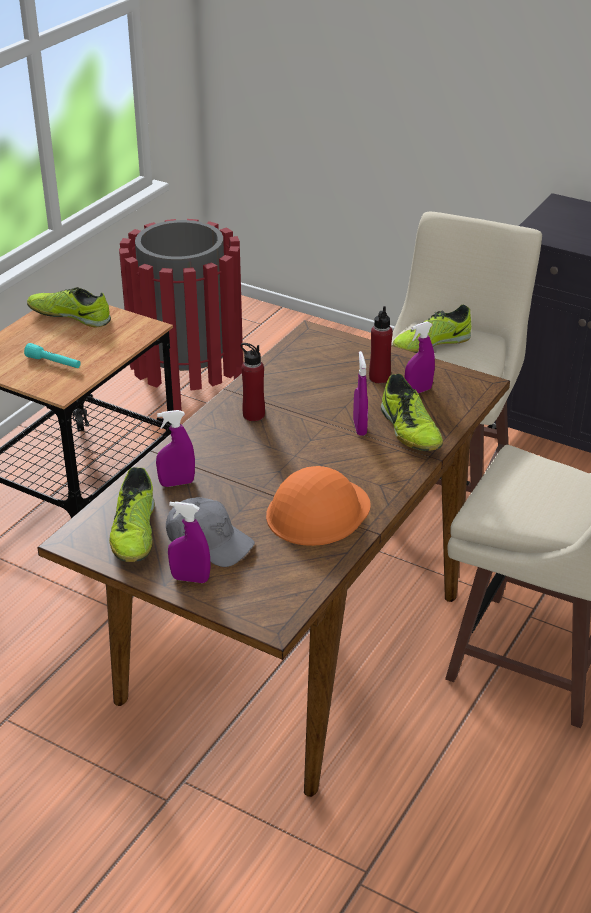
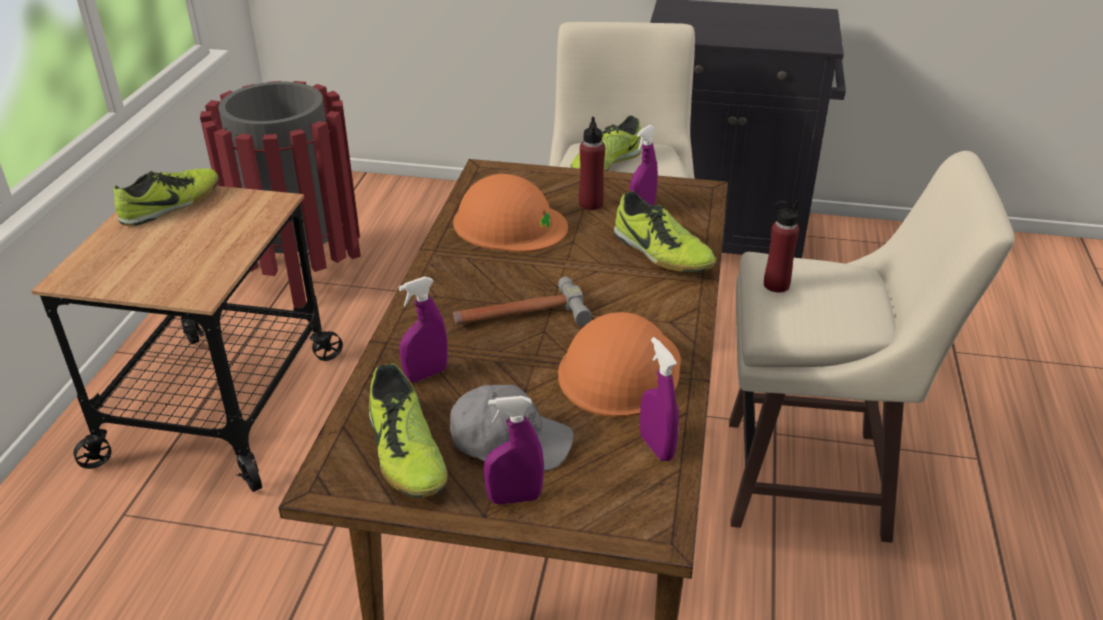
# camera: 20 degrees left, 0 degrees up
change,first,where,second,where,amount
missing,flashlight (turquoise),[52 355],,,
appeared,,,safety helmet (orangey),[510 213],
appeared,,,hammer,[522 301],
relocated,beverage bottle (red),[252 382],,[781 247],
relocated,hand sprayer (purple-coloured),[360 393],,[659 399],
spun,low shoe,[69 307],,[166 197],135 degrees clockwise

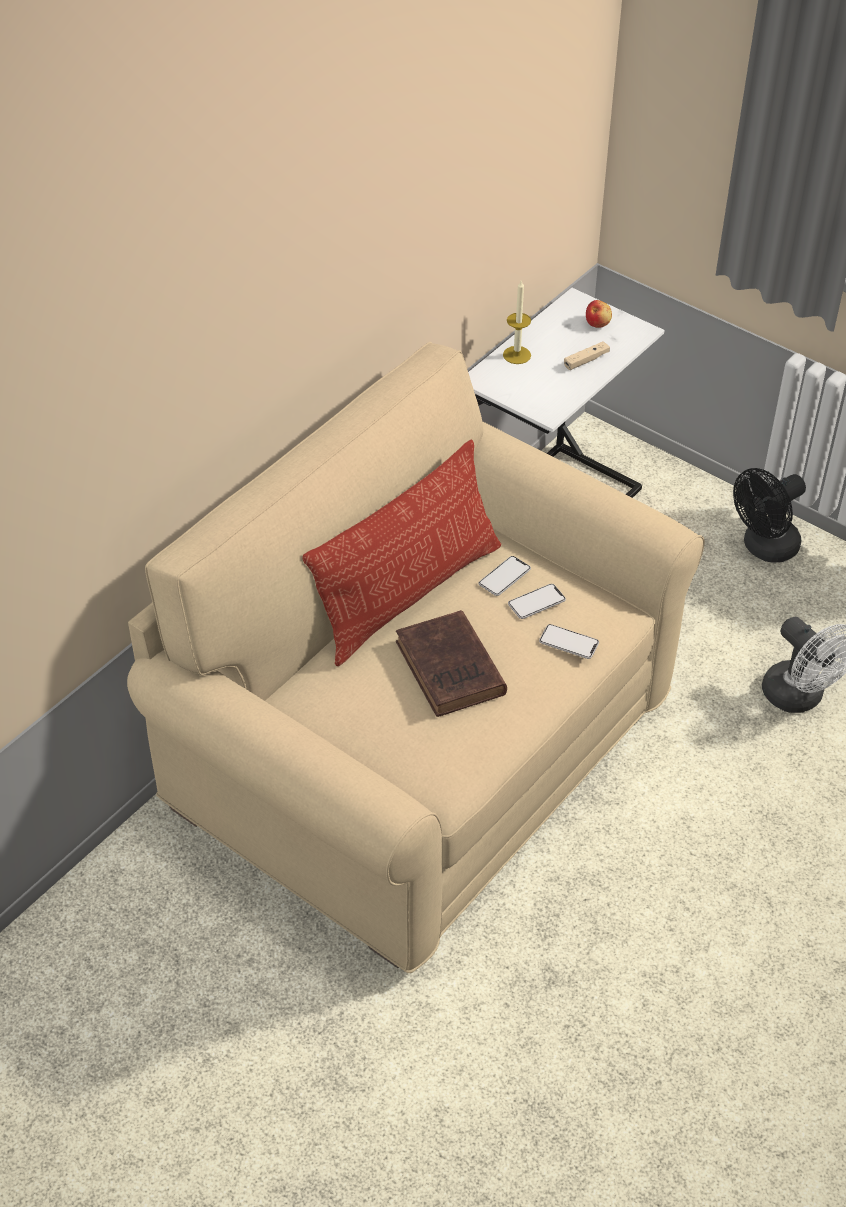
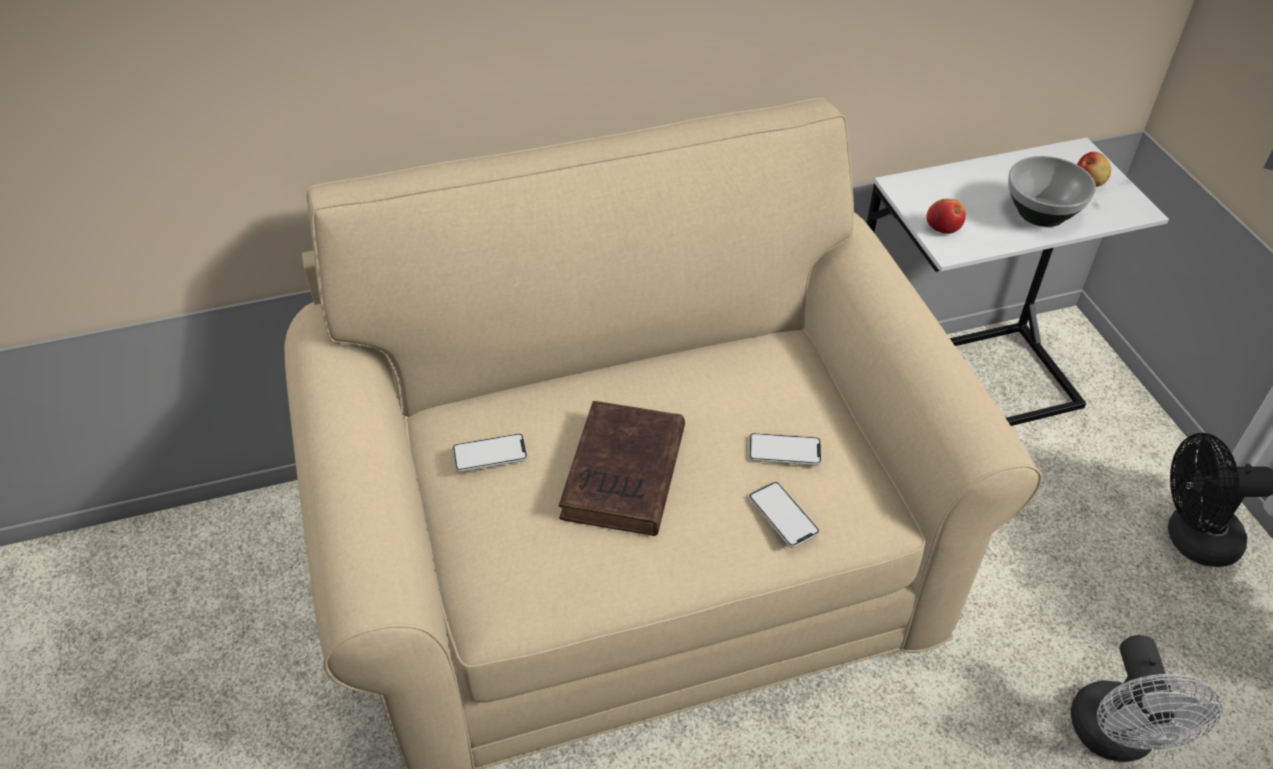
# camera: 35 degrees right, 0 degrees up
change,first,where,second,where,amount
missing,cushion,[402 552],,,
missing,wax candle,[517 321],,,
appeared,,,apple fruit,[946 216],
relocated,handset,[505 576],,[490 452],
exchanged,joypad (beige),[587 355],bowl,[1052 191],

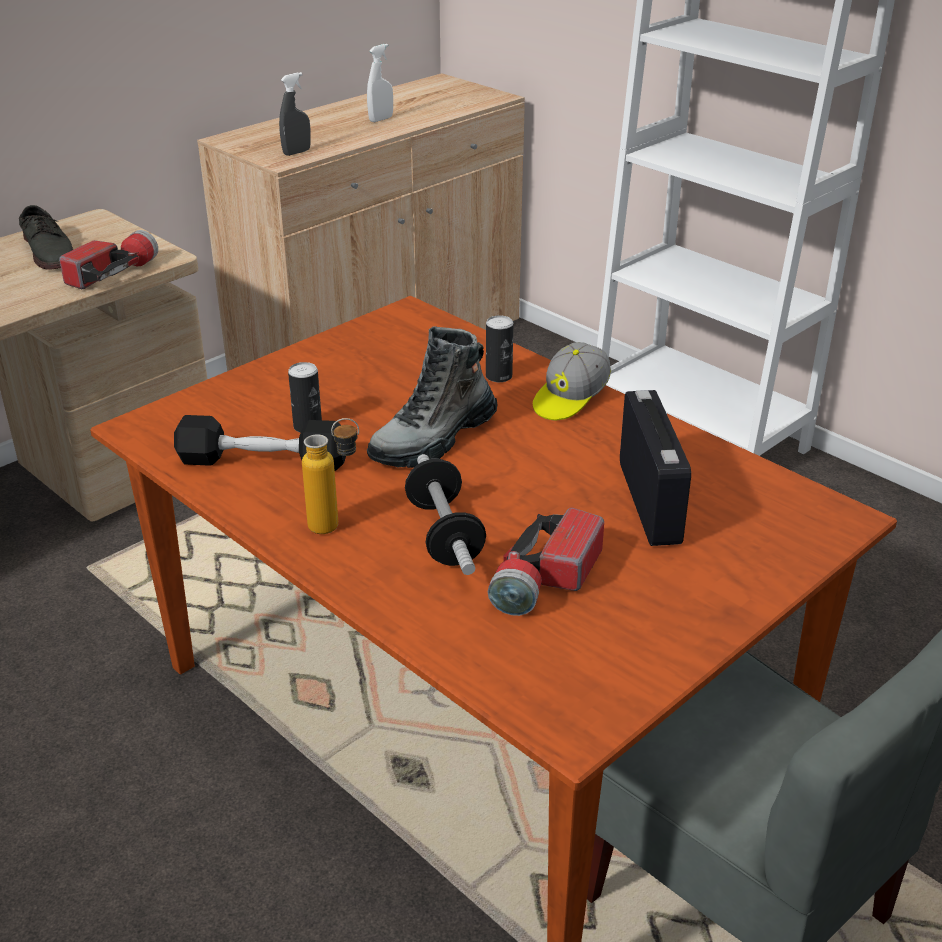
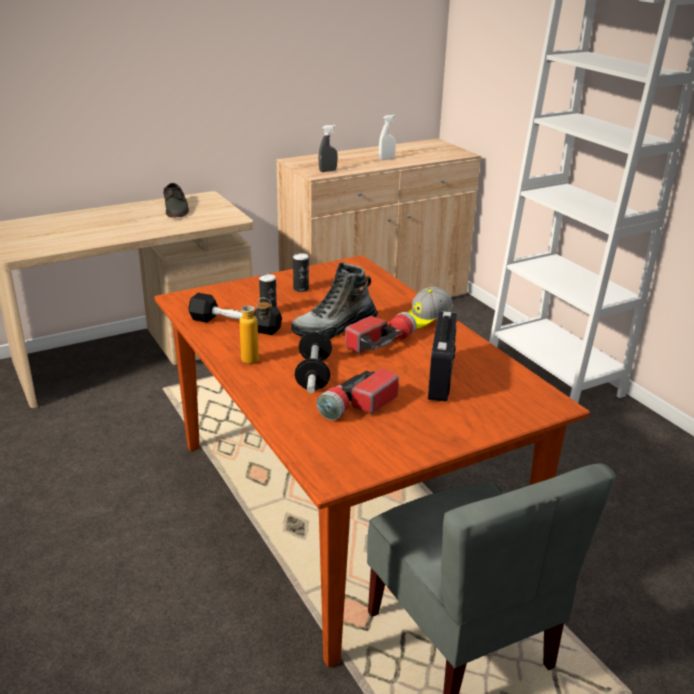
# camera: 15 degrees right, 5 degrees down
change,first,where,second,where,amount
relocated,flashlight,[108 259],,[381 333],
relocated,metal can,[499 348],,[301 272],

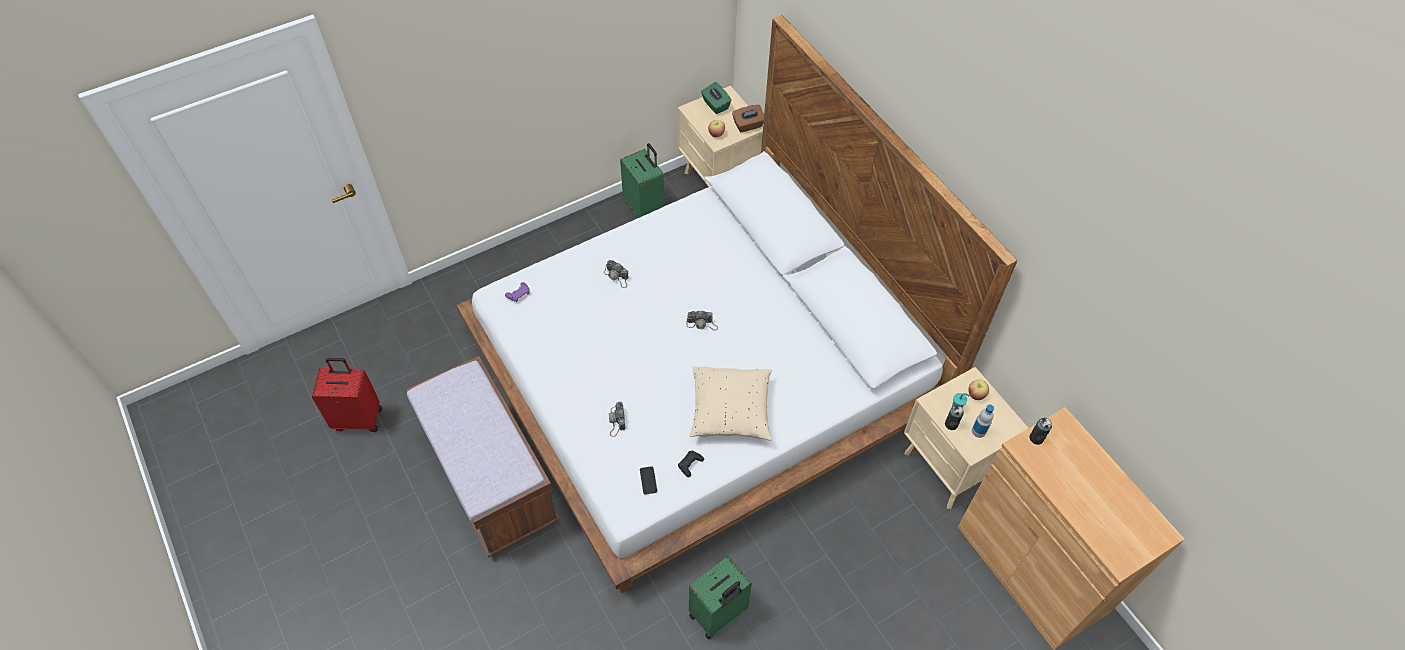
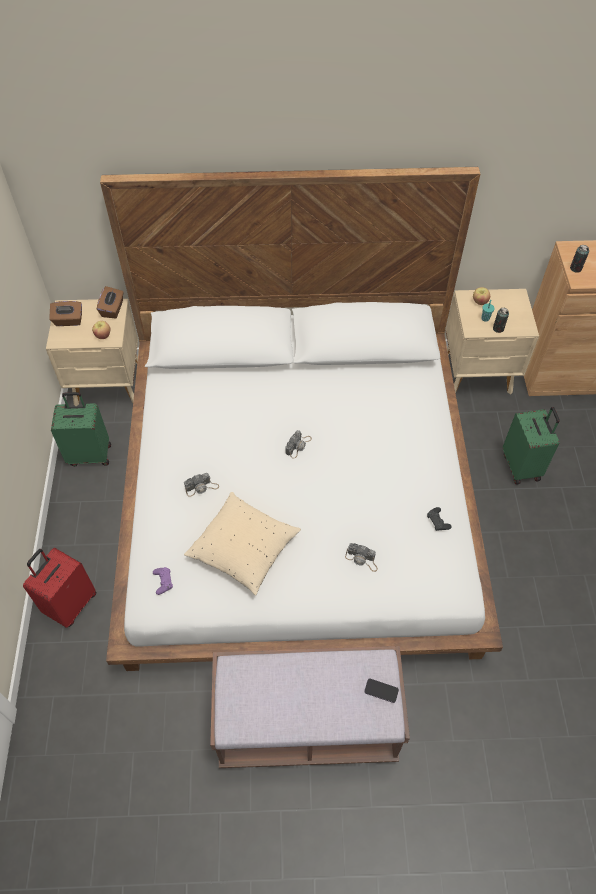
# camera: 60 degrees left, 0 degrees up
change,first,where,second,where,amount
missing,beverage bottle,[983 421],,,
relocated,piece of luggage (red),[347 395],,[59 588],
relocated,handset,[648 480],,[381 691],
relocated,cushion (beige),[730 403],,[242 544],
relocated,piece of luggage (greenish),[720 597],,[531 446],
colour,tissue holder (greenish),[716 98],tissue holder (brownish),[65 313],

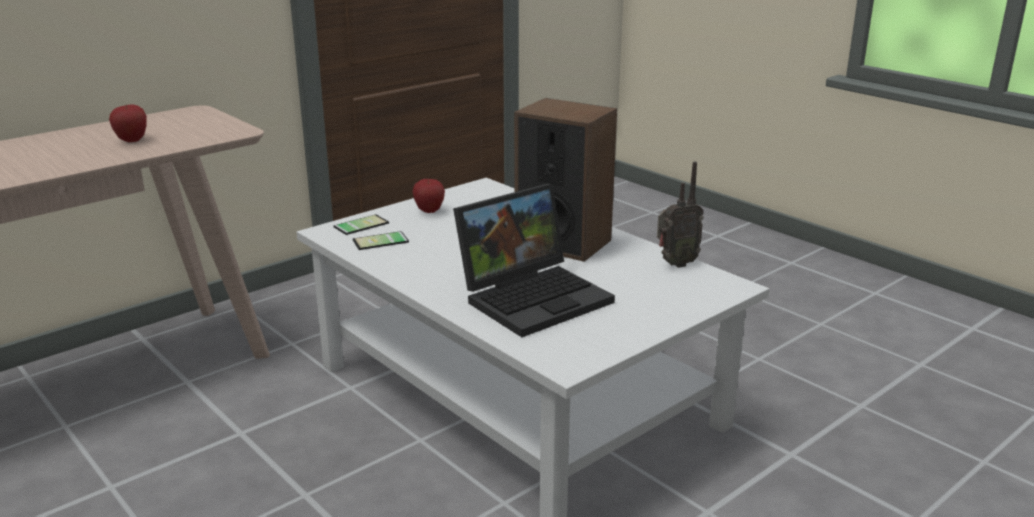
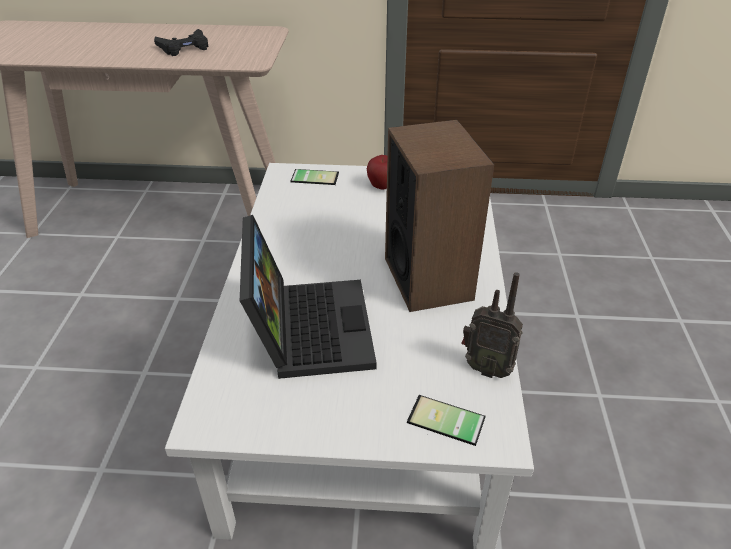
# camera: 45 degrees right, 15 degrees up
change,first,where,second,where,amount
relocated,handset,[381 240],,[446 420],
exchanged,apple fruit,[128 123],joypad (blackish),[181 42],
spun,laptop,[534 260],,[308 297],105 degrees counterclockwise

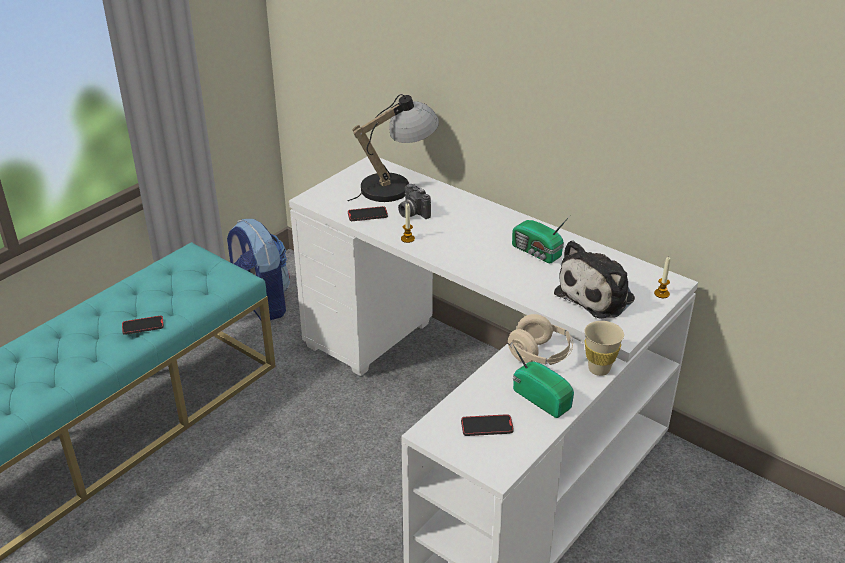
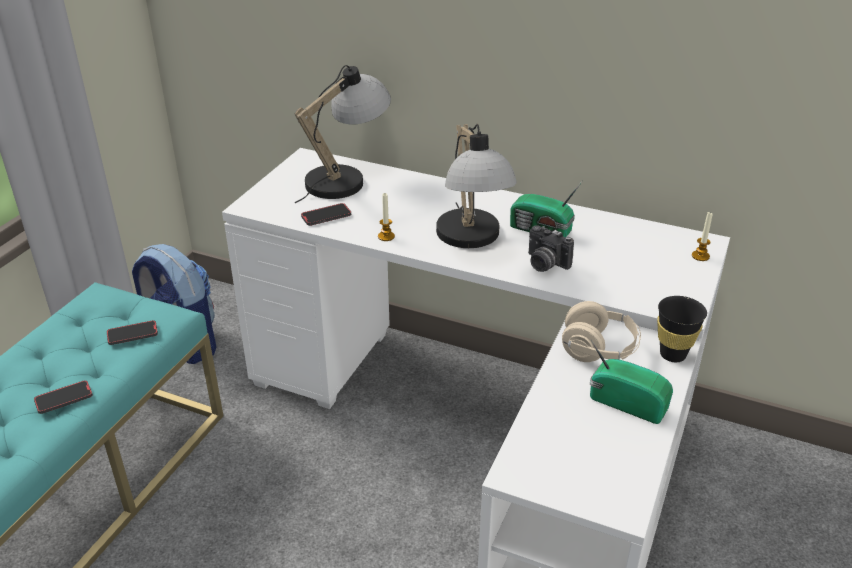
# camera: 15 degrees left, 0 degrees up
change,first,where,second,where,amount
missing,plush toy,[594 279],,,
appeared,,,lamp for a table,[476 186],
relocated,still camera,[414 201],,[551 248],
relocated,handset,[487 425],,[132 332],
colour,small cup (beige),[604 348],small cup (blackish),[682 329],

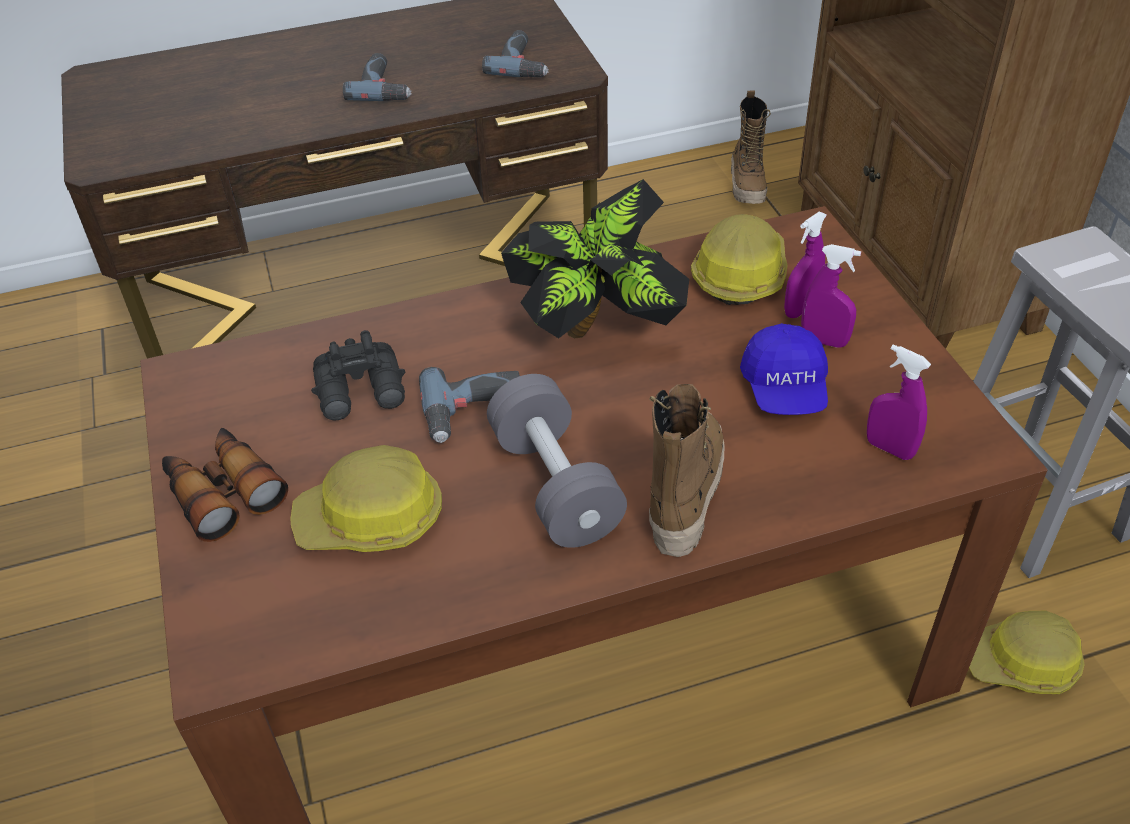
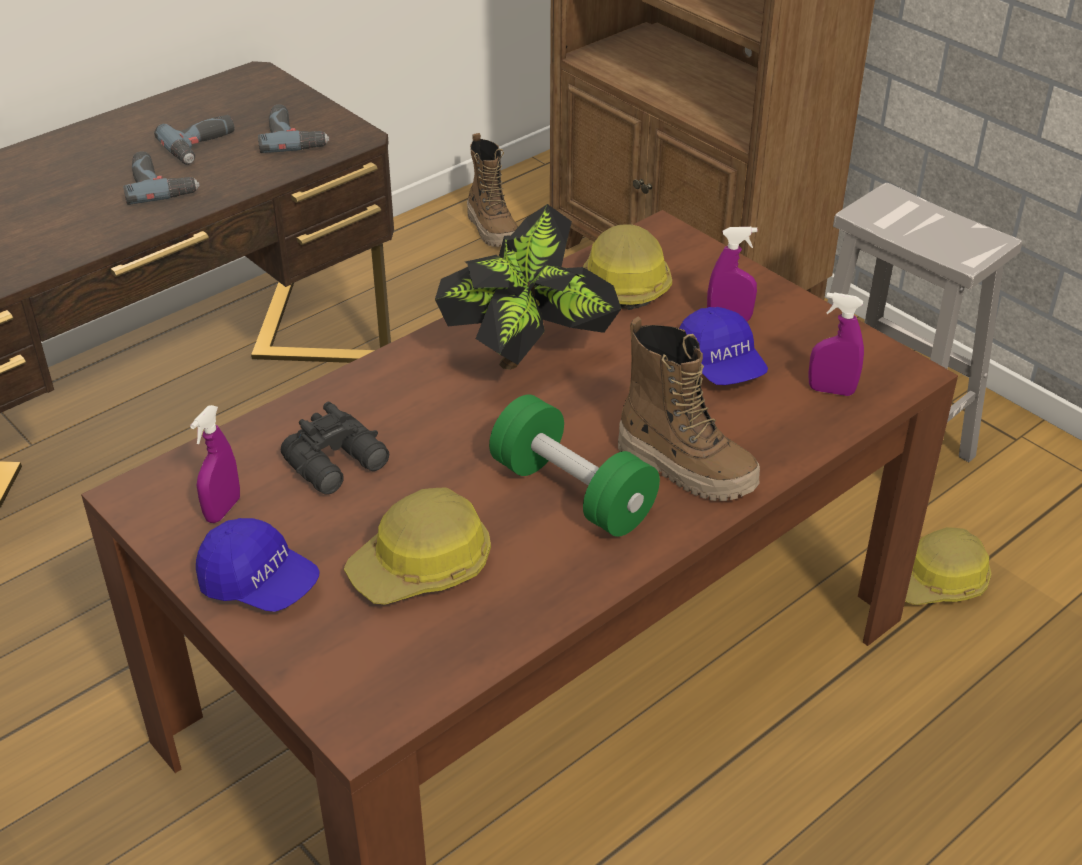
# camera: 25 degrees left, 5 degrees down
change,first,where,second,where,amount
relocated,power drill,[469 405],,[194 140],
relocated,hand sprayer (purple-coloured),[805 265],,[215 464],
exchanged,binoculars,[225 485],peaked cap (bluish),[258 565],
colour,hand weight (greyish),[557 461],hand weight (greenish),[574 465],
spun,tall boot,[686 470],,[689 409],135 degrees clockwise

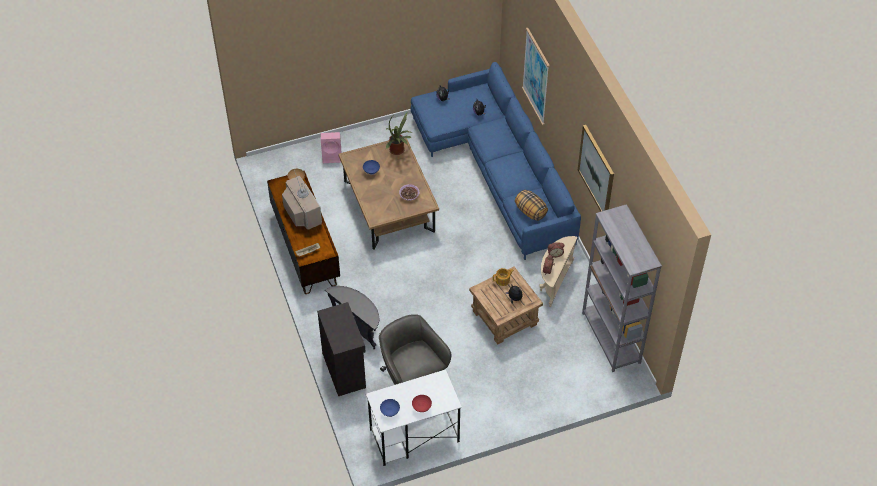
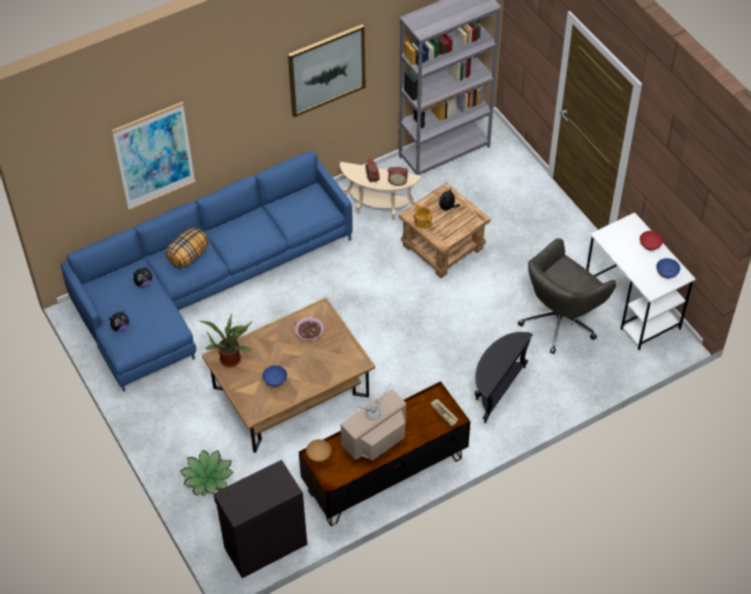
# camera: 100 degrees left, 0 degrees up
change,first,where,second,where,amount
relocated,storage cabinet (blackish),[341 349],,[260 519],
relocated,cushion,[531 205],,[187 247],
exchanged,loudspeaker (pink-coloured),[331 147],houseplant,[207 473],

